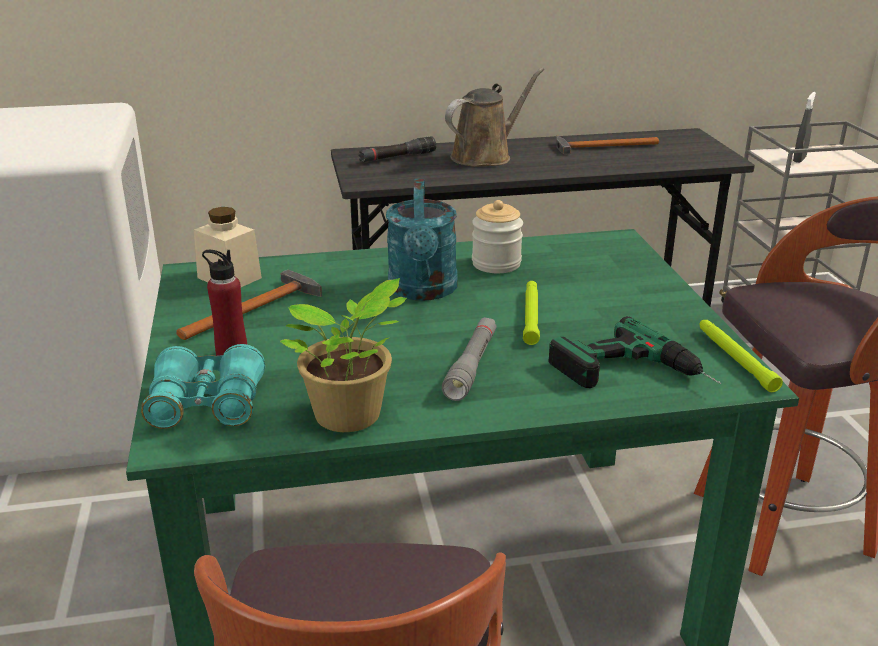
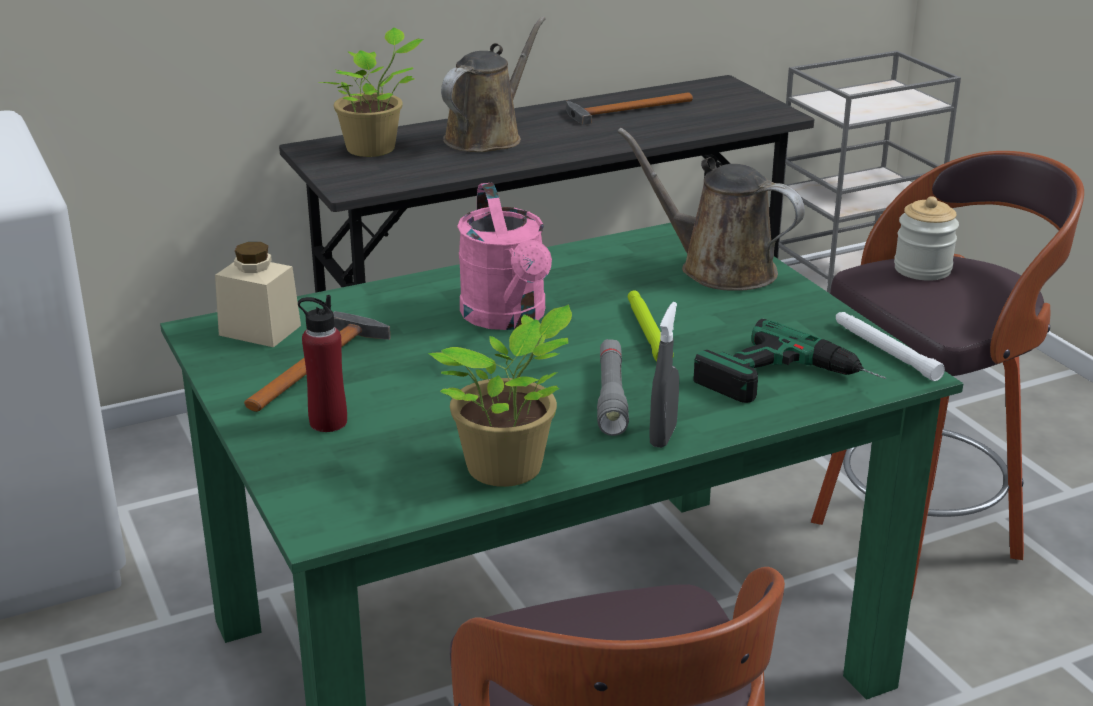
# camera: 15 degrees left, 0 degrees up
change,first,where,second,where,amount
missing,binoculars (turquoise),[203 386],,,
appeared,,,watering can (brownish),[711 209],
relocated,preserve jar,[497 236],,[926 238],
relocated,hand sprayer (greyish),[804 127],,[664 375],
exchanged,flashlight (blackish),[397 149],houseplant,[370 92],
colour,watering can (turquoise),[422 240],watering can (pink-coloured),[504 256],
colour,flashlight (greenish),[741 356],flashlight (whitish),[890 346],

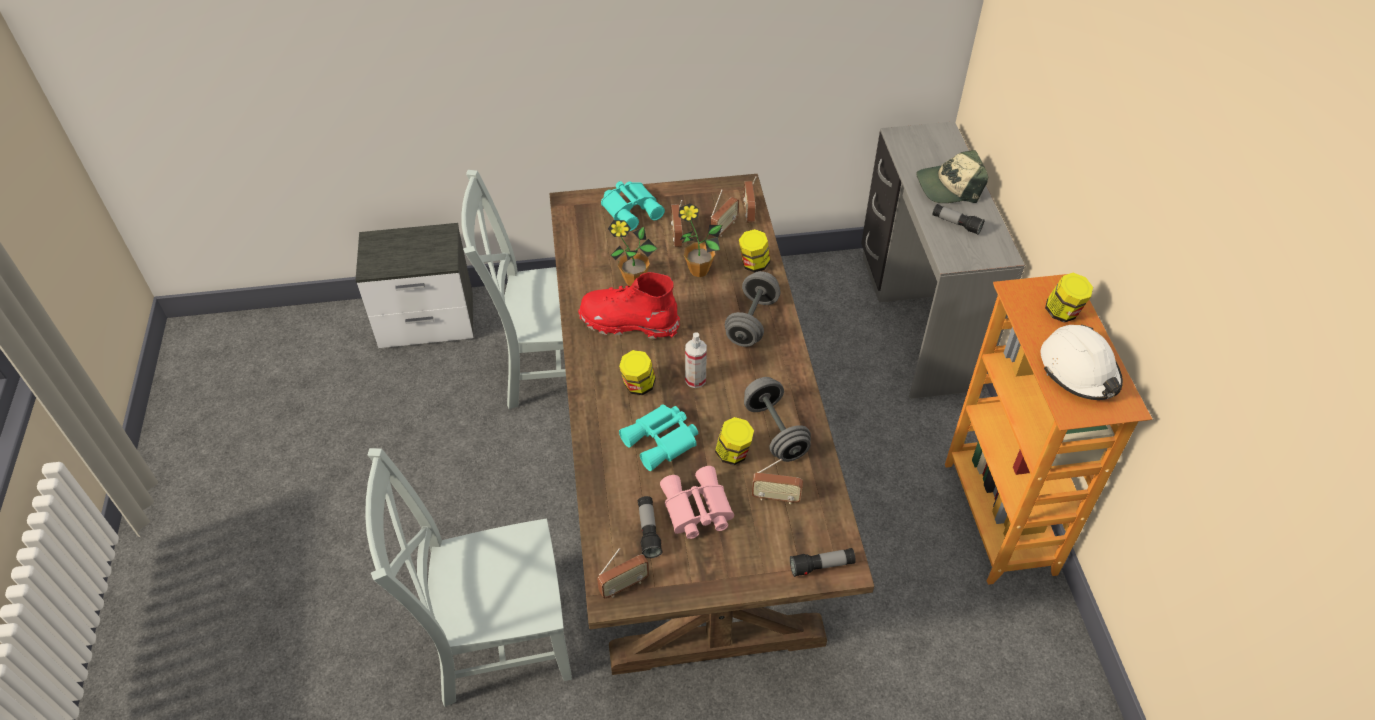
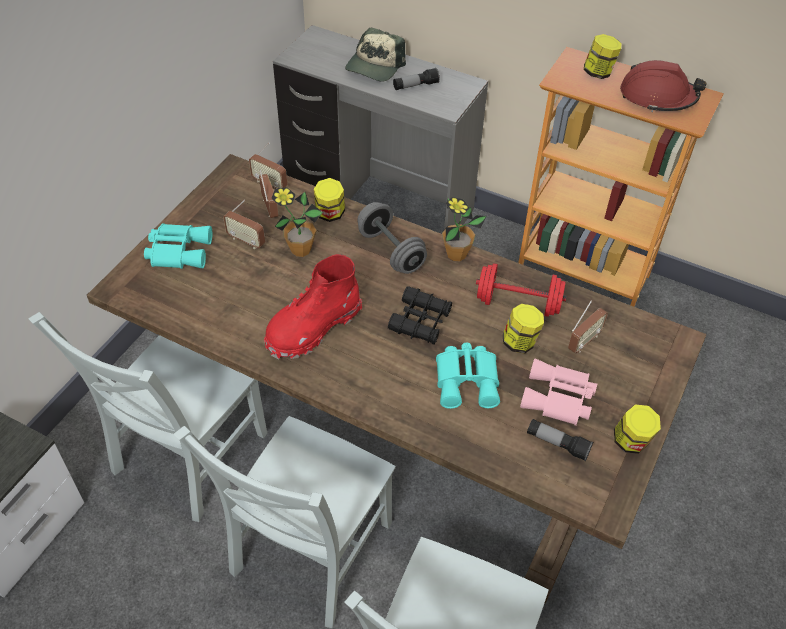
# camera: 55 degrees left, 0 degrees up
change,first,where,second,where,amount
missing,radio receiver,[623 573],,,
missing,flashlight,[823 562],,,
appeared,,,plain chair (greyish),[284 522],
relocated,houseplant,[632 253],,[464 229],
relocated,preserve jar,[637 372],,[637 429],
exchanged,hand sprayer,[696 360],binoculars (blackish),[420 315],
colour,hand weight (greyish),[777 419],hand weight (red),[521 290],
colour,safety helmet (whitish),[1082 362],safety helmet (red),[663 86],

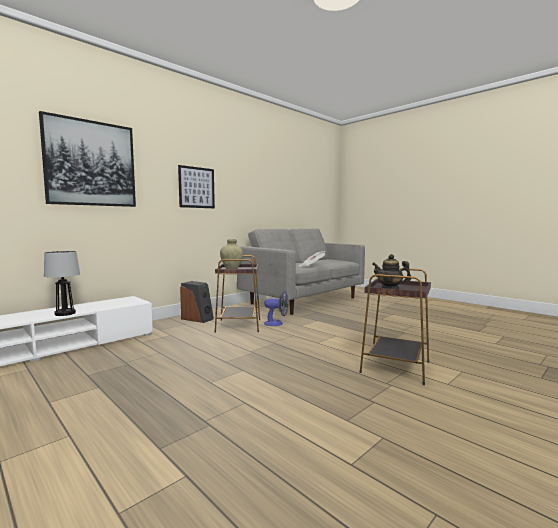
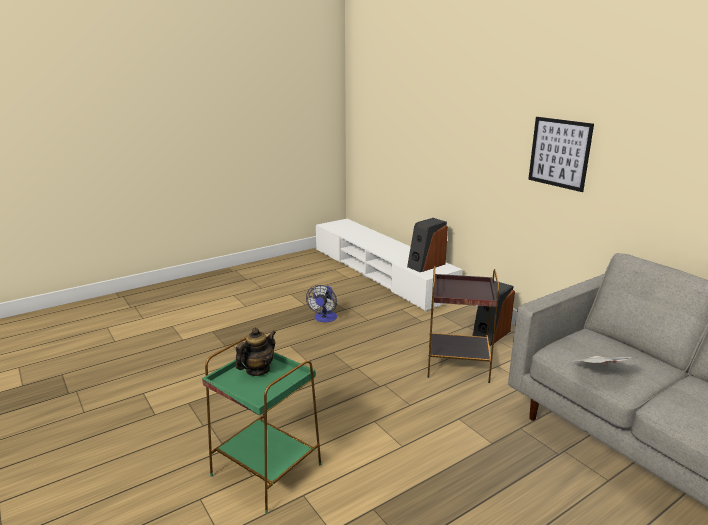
# camera: 100 degrees right, 15 degrees up
change,first,where,second,where,amount
missing,wall picture,[87 159],,,
missing,lamp for a table,[62 283],,,
missing,decorative vase (beige),[232 254],,,
appeared,,,loudspeaker,[427 245],
relocated,cooling fan,[276 308],,[321 303],
colour,end table (brownish),[395 326],end table (greenish),[261 424],

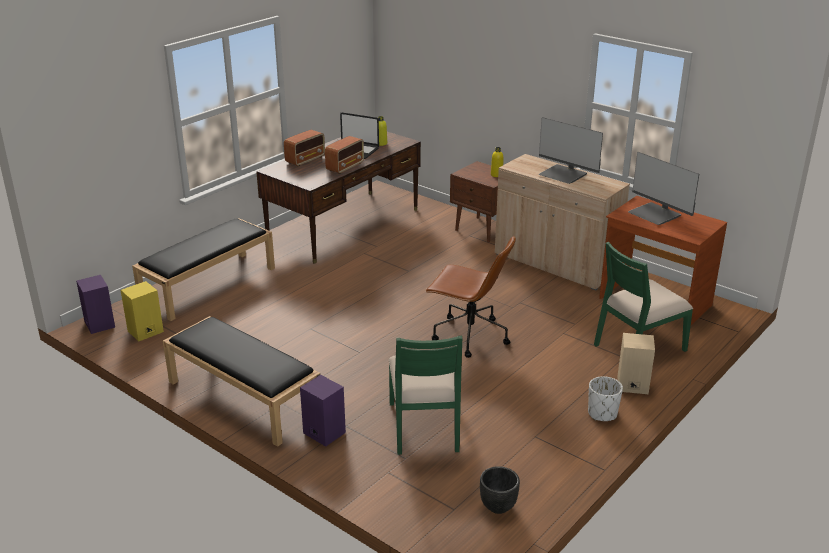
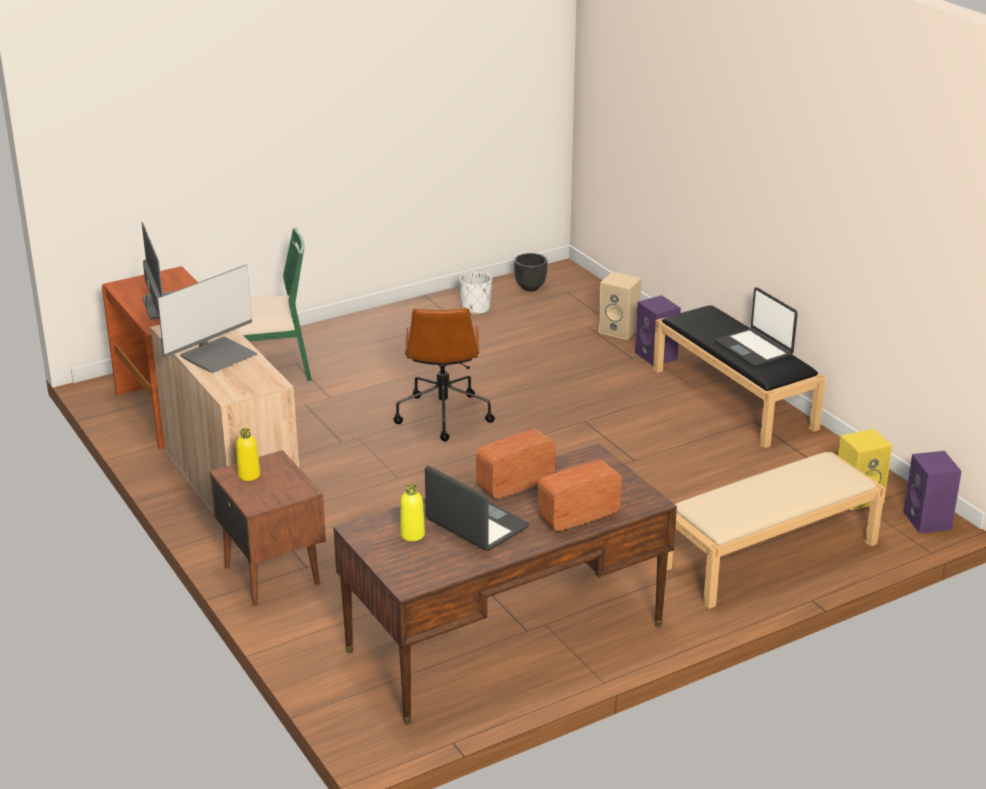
# camera: 160 degrees left, 0 degrees up
change,first,where,second,where,amount
missing,plain chair (greenish),[425 395],,,
appeared,,,laptop,[756 327],
relocated,planter (whitish),[605 398],,[475 293],
relocated,loudspeaker (beige),[636 363],,[620 306],
colour,bench (blackish),[203 269],bench (beige),[775 530],
spun,computer chair (brownish),[470 297],,[444 374],135 degrees counterclockwise
spun,computer display,[570 150],,[207 319],75 degrees clockwise

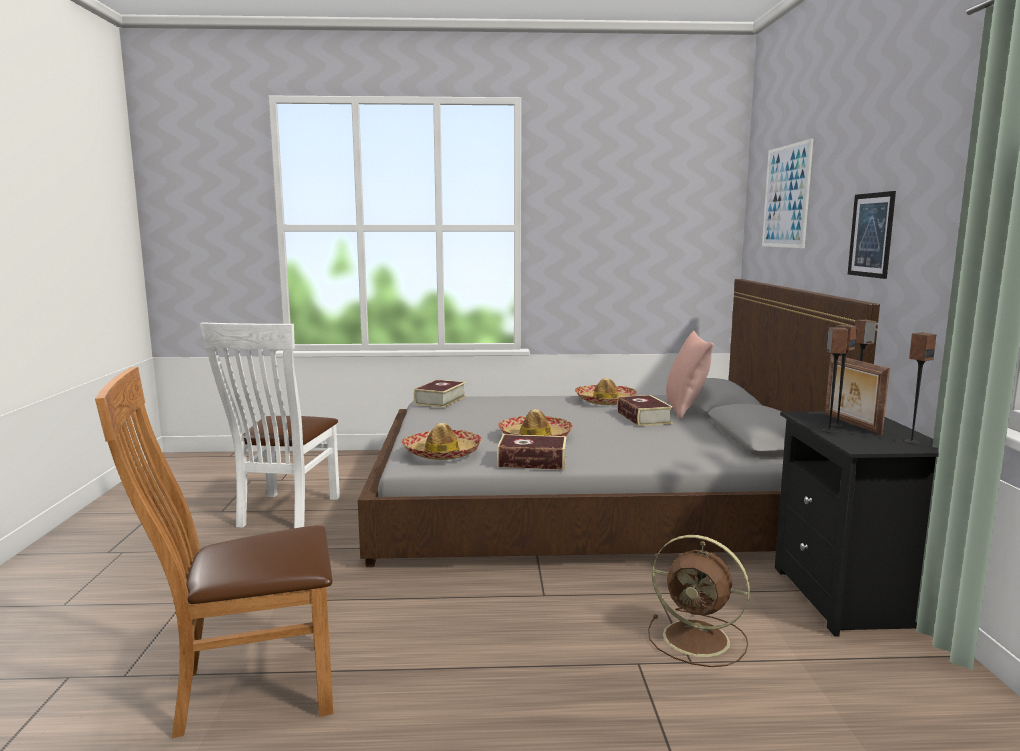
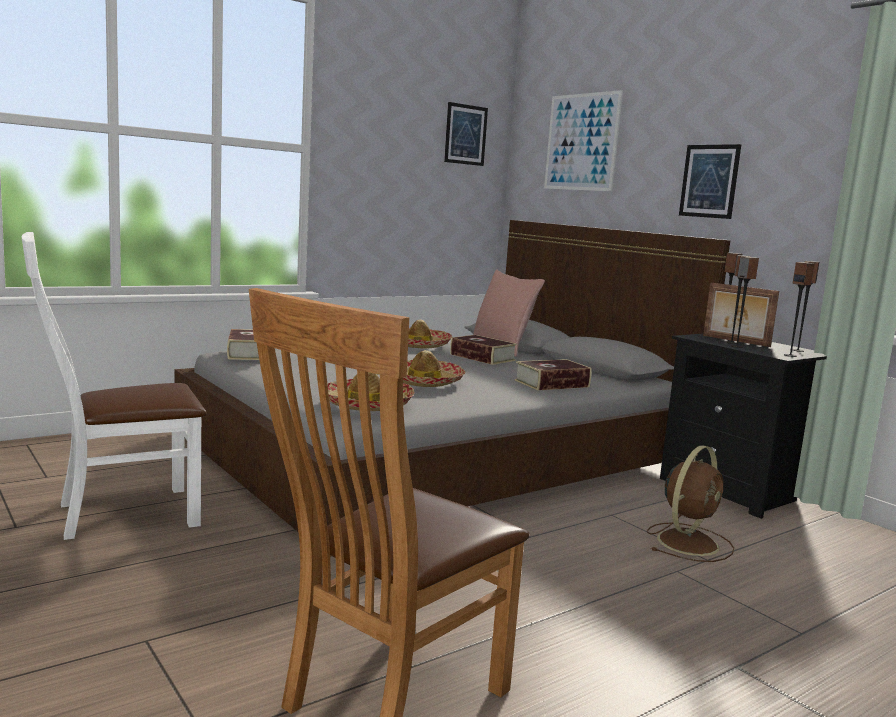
# camera: 35 degrees left, 0 degrees up
change,first,where,second,where,amount
appeared,,,wall picture,[466 134],
appeared,,,loudspeaker,[799 309],
relocated,volume,[532 452],,[553 374],
spun,plain chair (whitish),[270 425],,[114 386],90 degrees clockwise
spun,cooling fan (brownish),[699 601],,[690 504],45 degrees counterclockwise

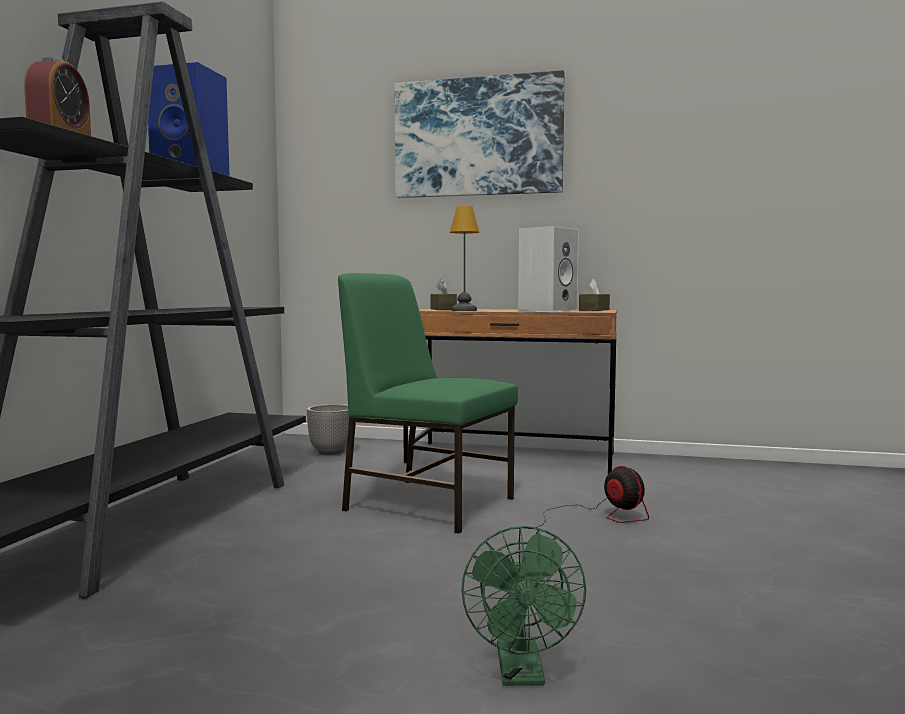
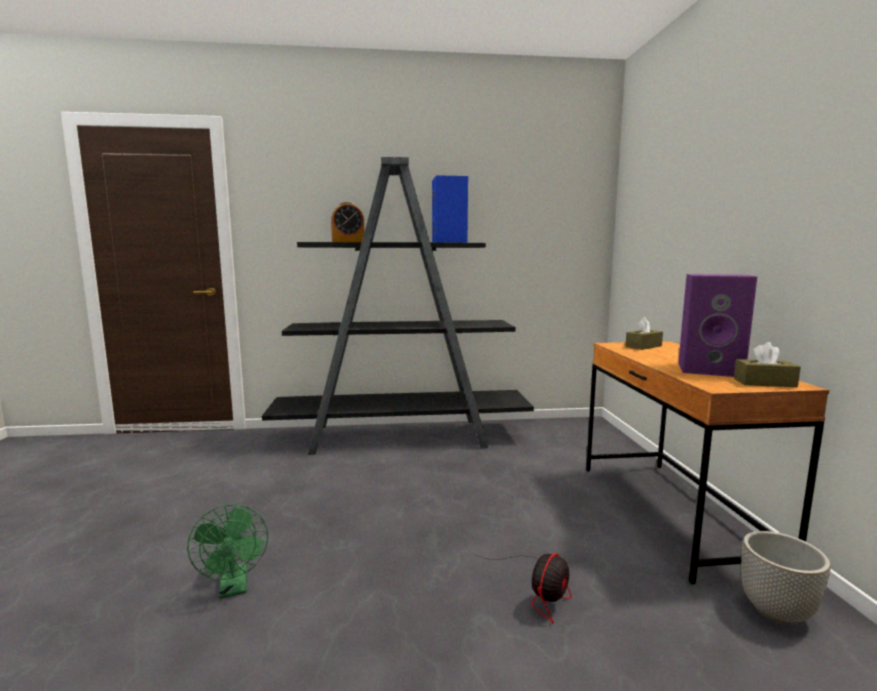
# camera: 70 degrees right, 5 degrees up
change,first,where,second,where,amount
missing,plain chair (greenish),[428 403],,,
missing,wall picture,[479 134],,,
missing,lamp for a table,[464 258],,,
relocated,planter,[328 429],,[786 578],
colour,loudspeaker (whitish),[548 268],loudspeaker (purple-coloured),[717 325],
spun,cooling fan (greenish),[523 606],,[227 551],90 degrees counterclockwise

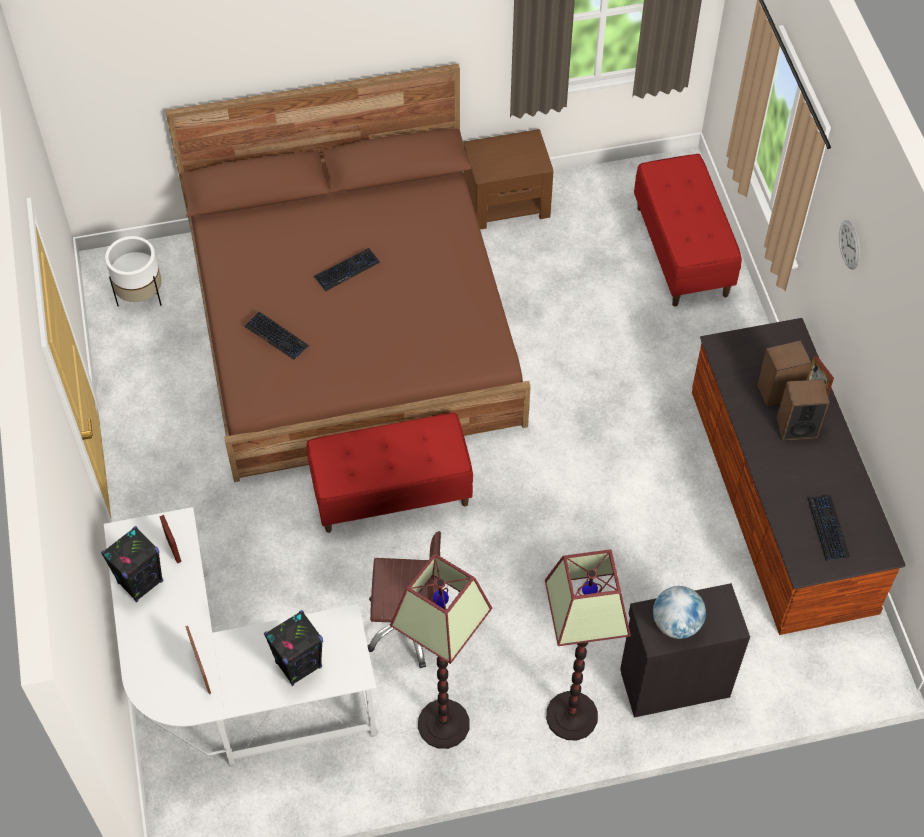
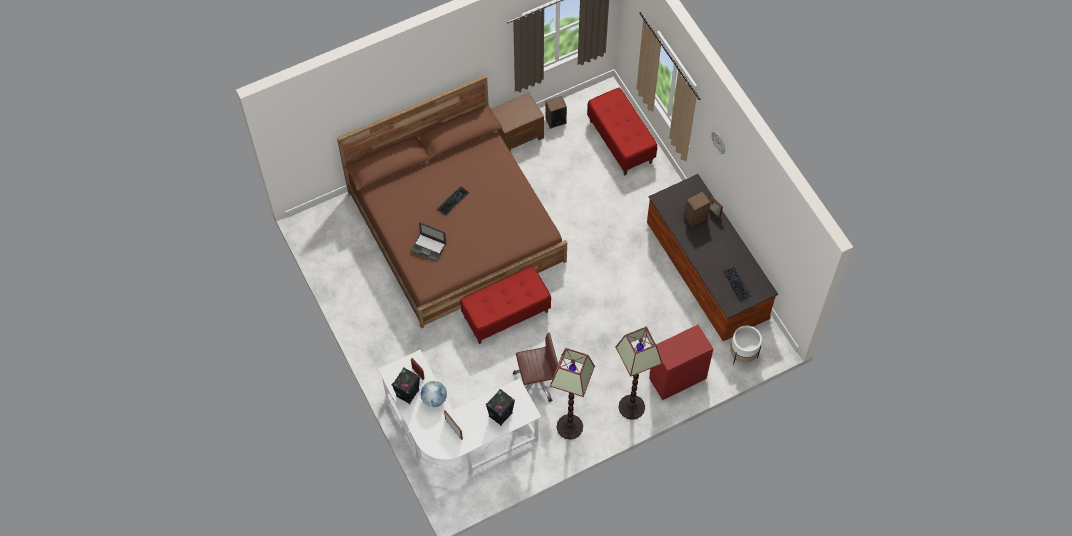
# camera: 15 degrees left, 5 degrees up
change,first,where,second,where,amount
relocated,planter (whitish),[133 271],,[746 345],
relocated,desk globe,[679 612],,[434 394],
relocated,loudspeaker,[802 410],,[556 112],
exchanged,computer keyboard,[276 336],laptop,[428 241],
colour,storage cabinet (blackish),[685 650],storage cabinet (red),[681 362],

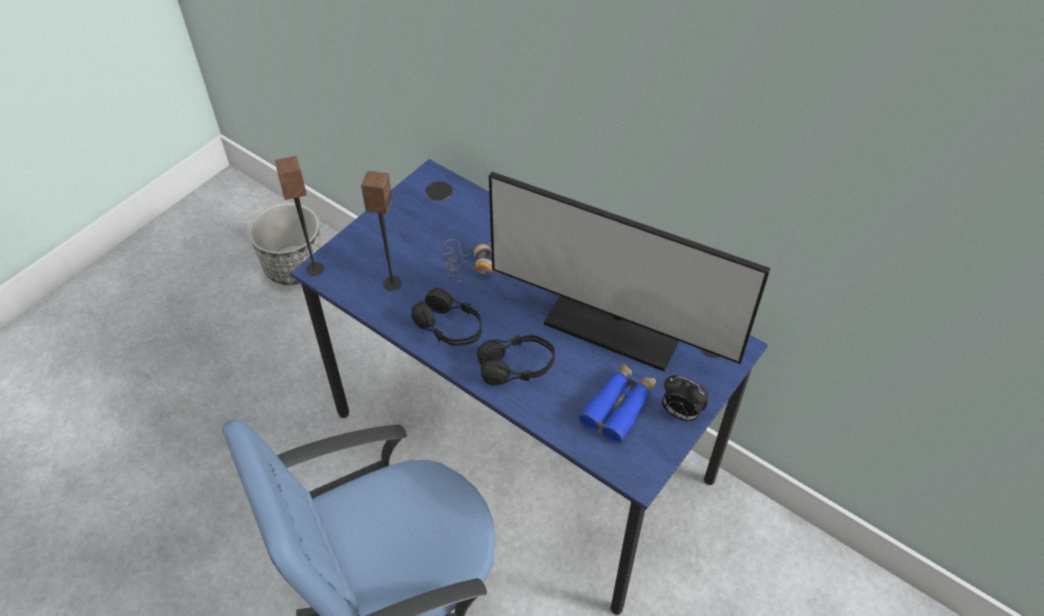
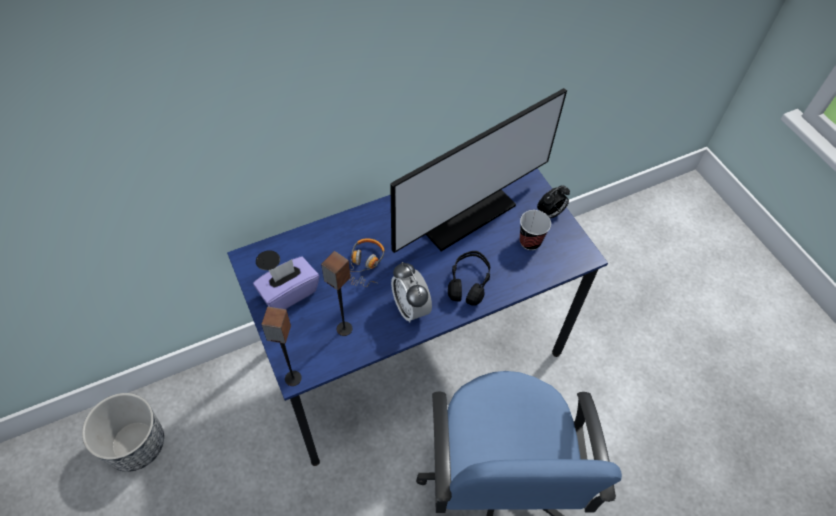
# camera: 65 degrees left, 5 degrees up
change,first,where,second,where,amount
appeared,,,tissue holder (purple-coloured),[286 282],
exchanged,headphones (blackish),[447 317],bedside clock,[411 292],
exchanged,binoculars (bluish),[617 403],small cup,[535 230],

